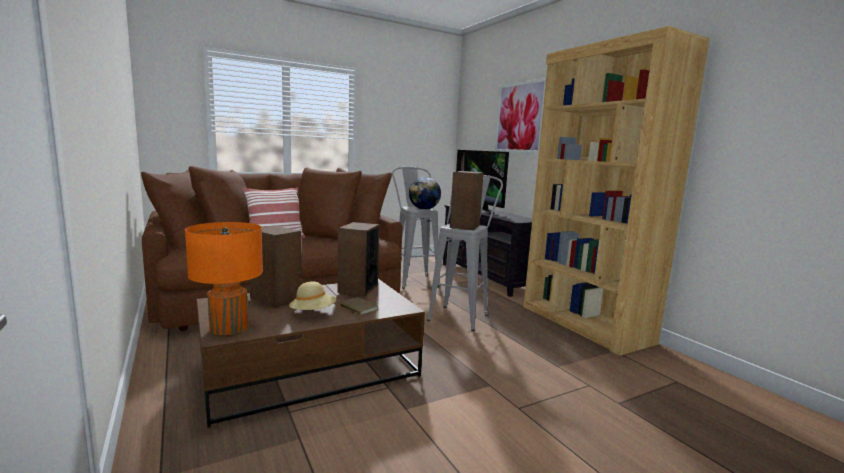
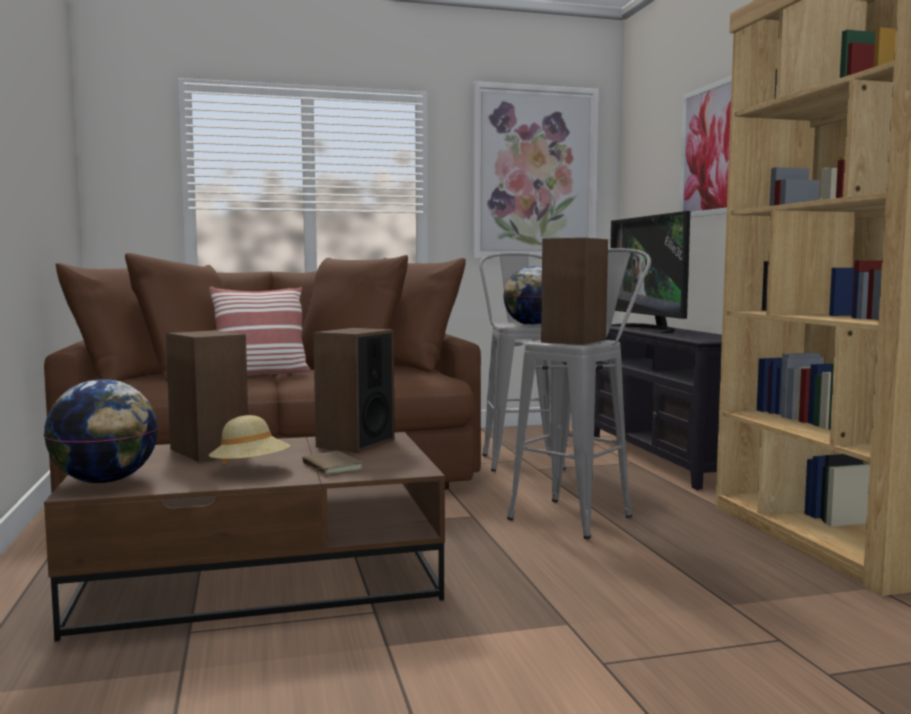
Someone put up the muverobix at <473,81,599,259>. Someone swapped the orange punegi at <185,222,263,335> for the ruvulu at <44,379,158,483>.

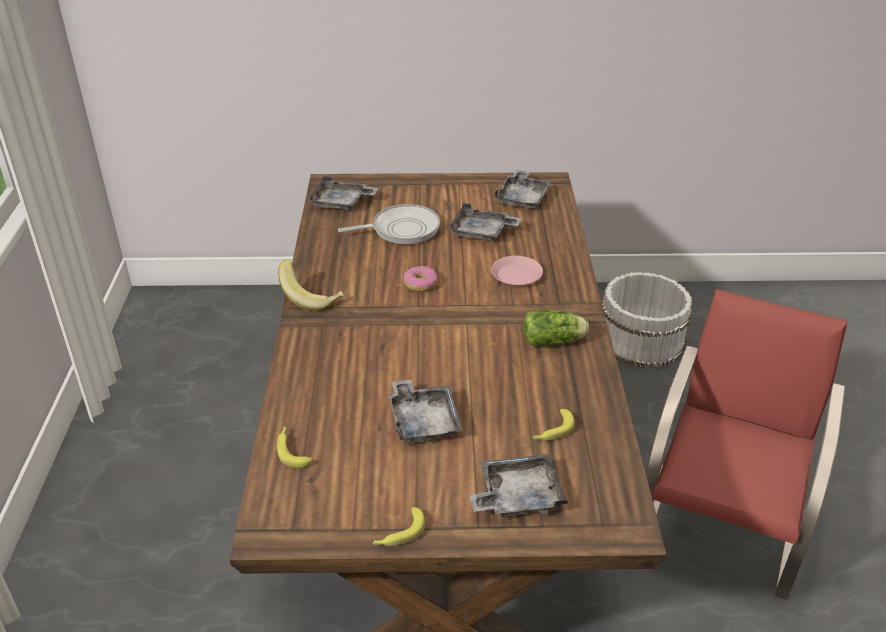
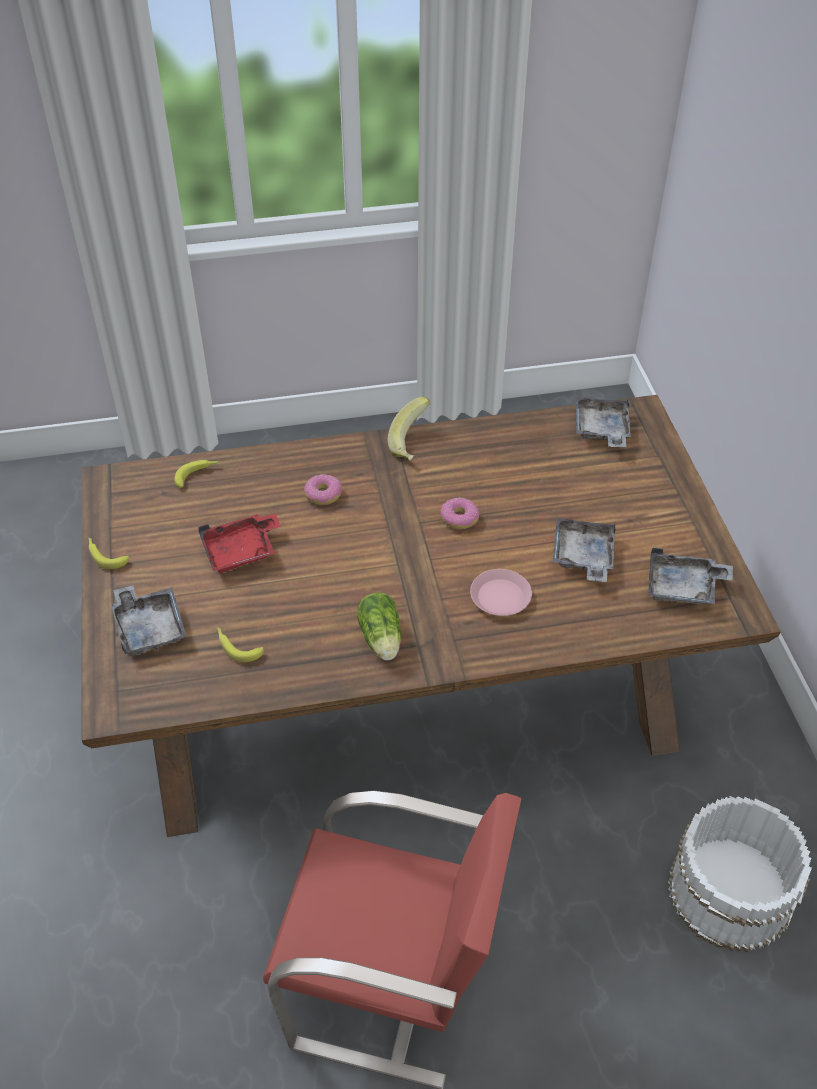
Someone took away the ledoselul at <338,204,440,244>. Someone put down the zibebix at <304,474,342,505>. Someone repainted the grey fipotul at <389,379,462,444>, which became the red fipotul at <199,514,281,573>.

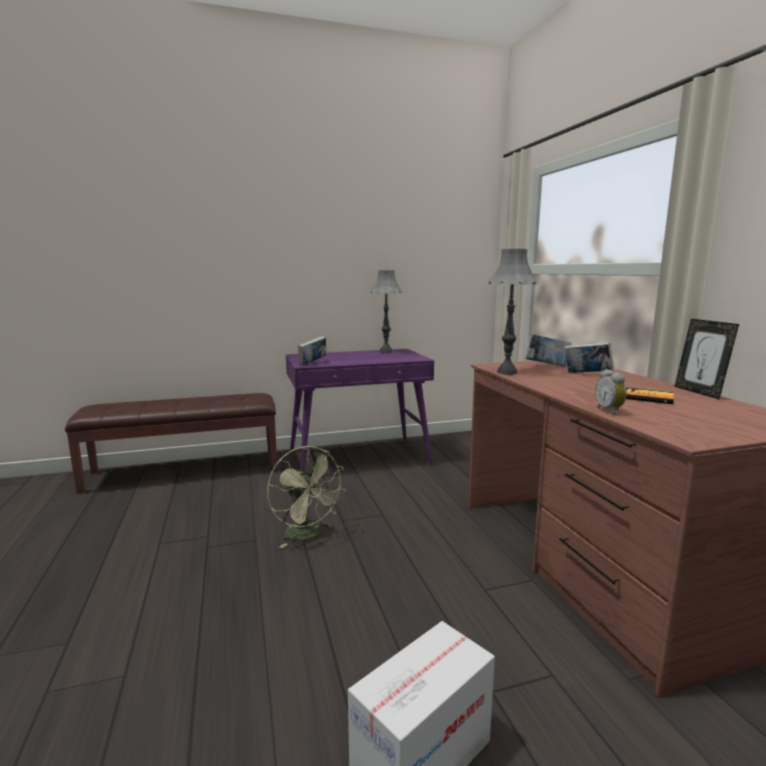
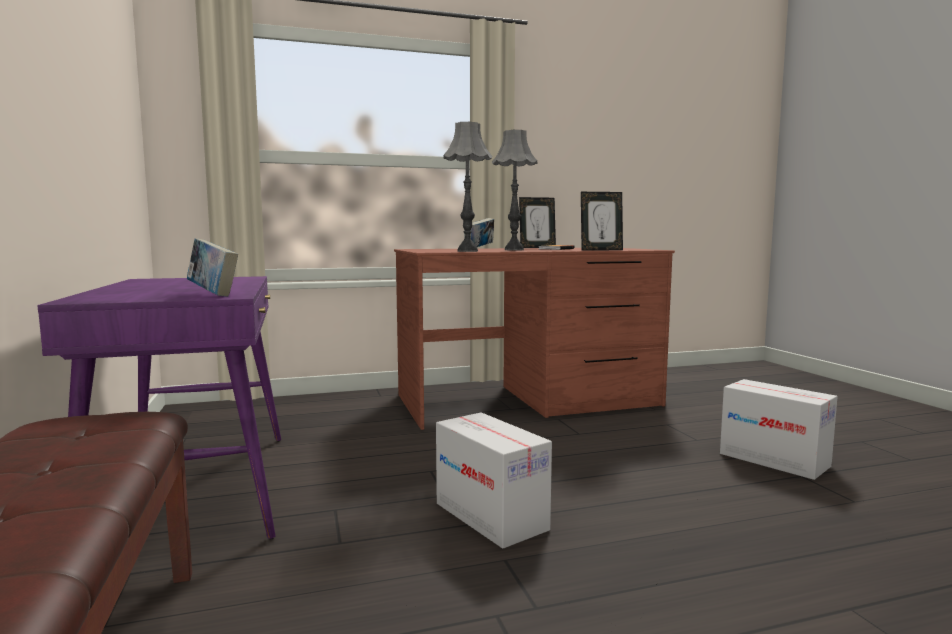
Someone took away the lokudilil at <525,334,571,366>. Someone carried the grey punegi from <371,270,402,353> to <492,130,537,250>. Someone swapped the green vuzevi at <267,446,346,548> for the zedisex at <436,412,552,549>. Someone swapped the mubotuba at <595,369,627,415> for the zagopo at <581,192,623,250>.

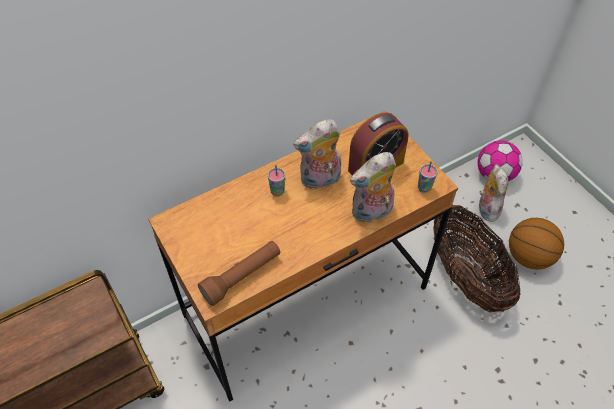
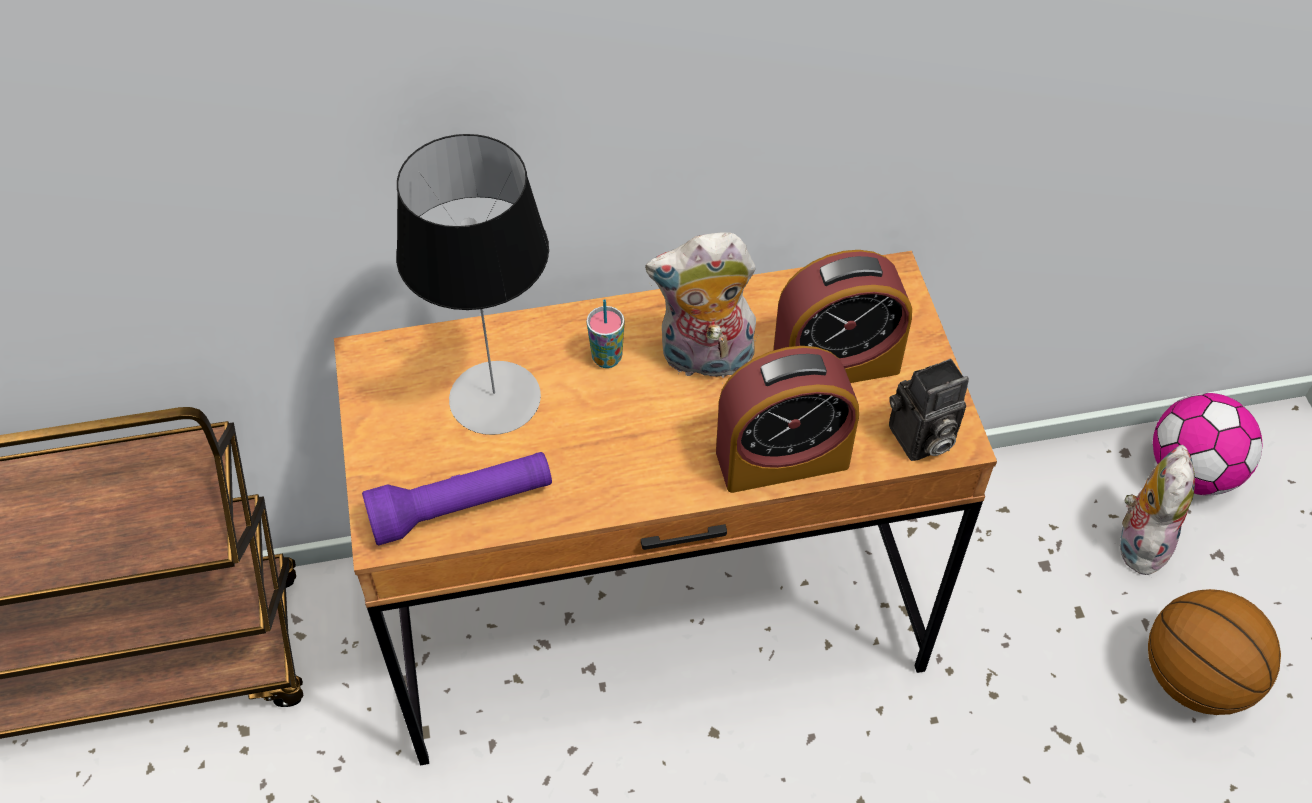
Someone took away the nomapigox at <433,205,520,312>. Someone put down the punegi at <396,134,549,435>. Someone swapped the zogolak at <350,152,396,223> for the mubotuba at <716,346,859,493>. Someone swapped the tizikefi at <418,161,437,193> for the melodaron at <889,359,969,461>. Someone repainted the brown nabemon at <198,241,280,306>, which became the purple nabemon at <362,452,552,546>.

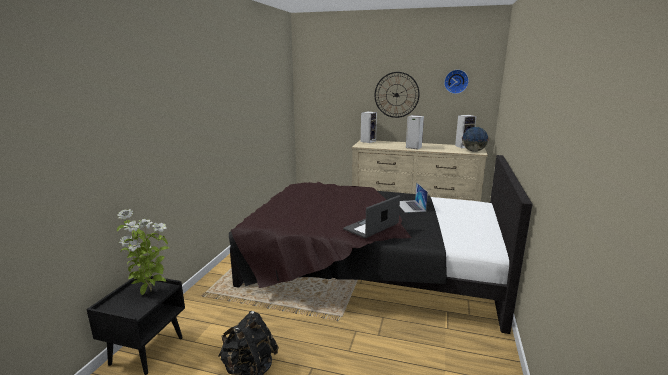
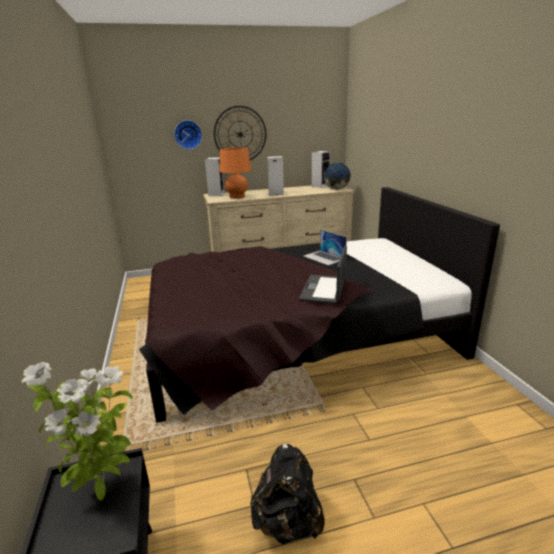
Someone put down the orange punegi at <219,147,251,199>. Someone carried the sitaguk from <444,69,469,94> to <174,120,202,150>.

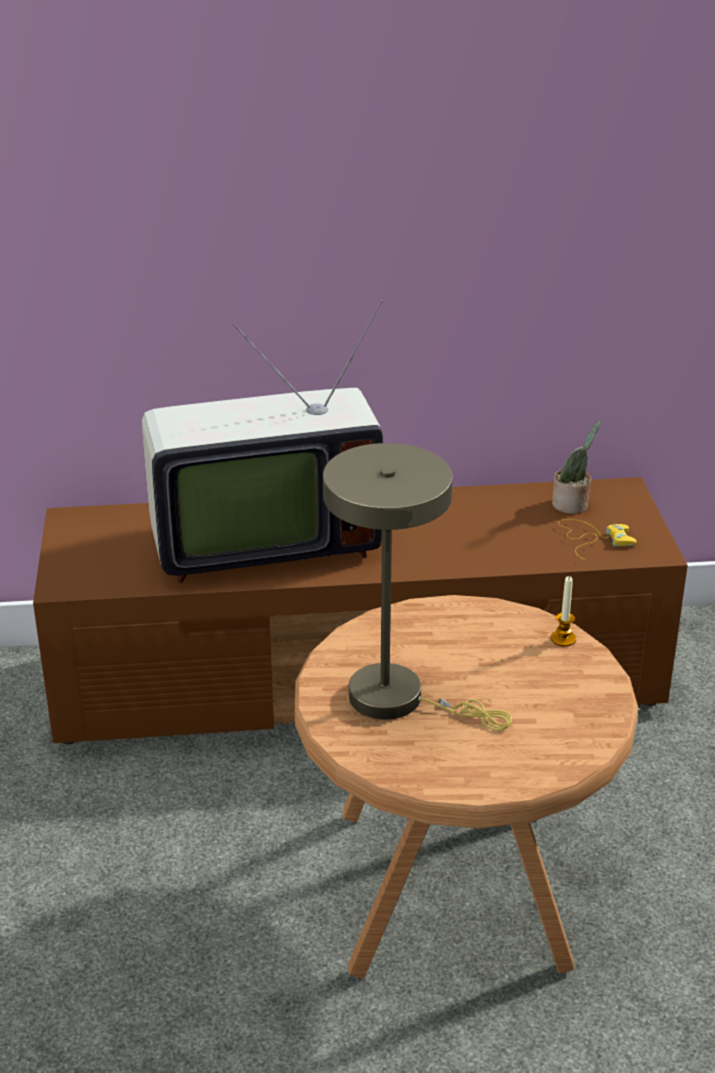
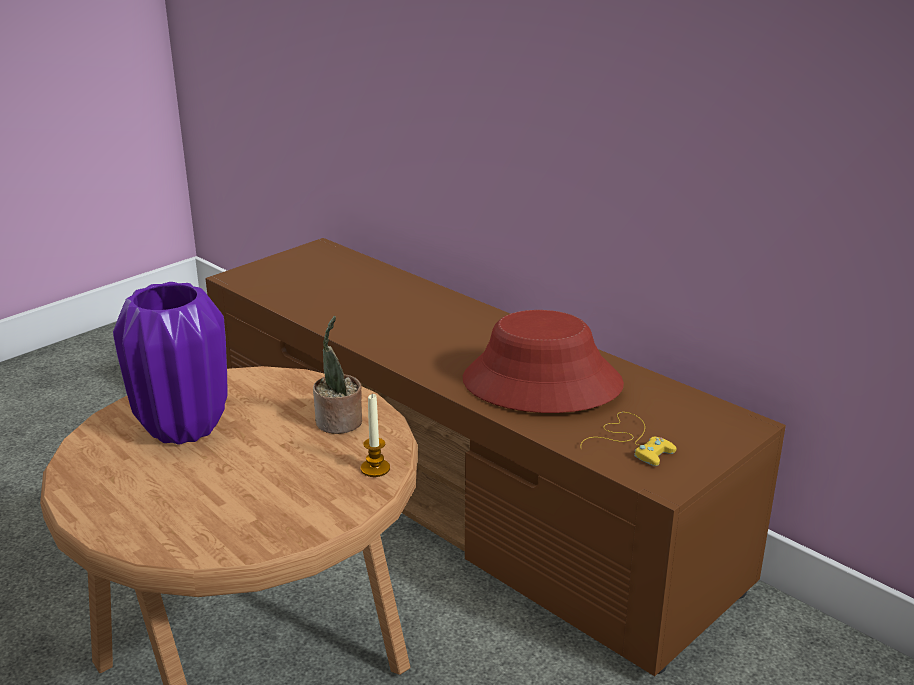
Someone took away the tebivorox at <142,300,383,583>. Someone put down the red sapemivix at <463,310,624,413>. Someone carried the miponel from <552,420,601,514> to <313,316,362,434>. Someone swapped the beige punegi at <323,443,512,731> for the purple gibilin at <113,282,227,445>.

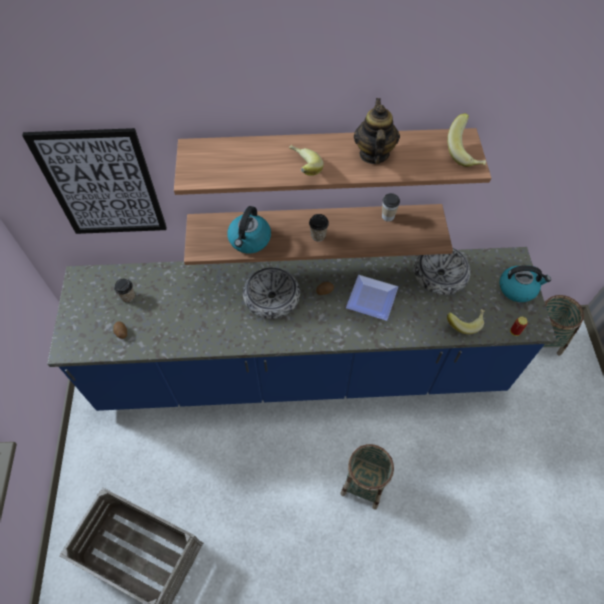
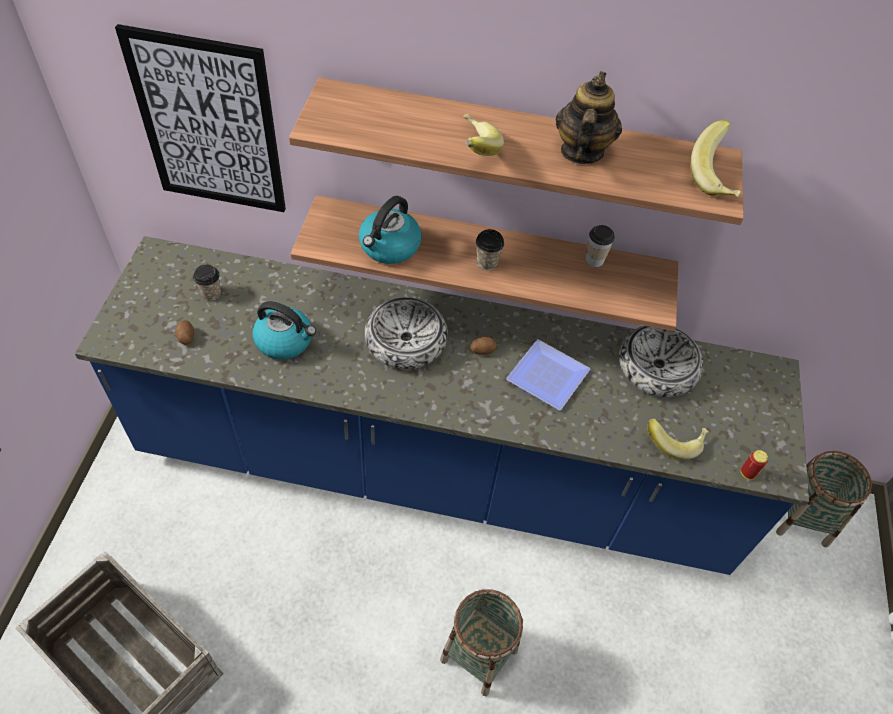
Someone carried the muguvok from <500,265,551,302> to <252,301,316,360>.

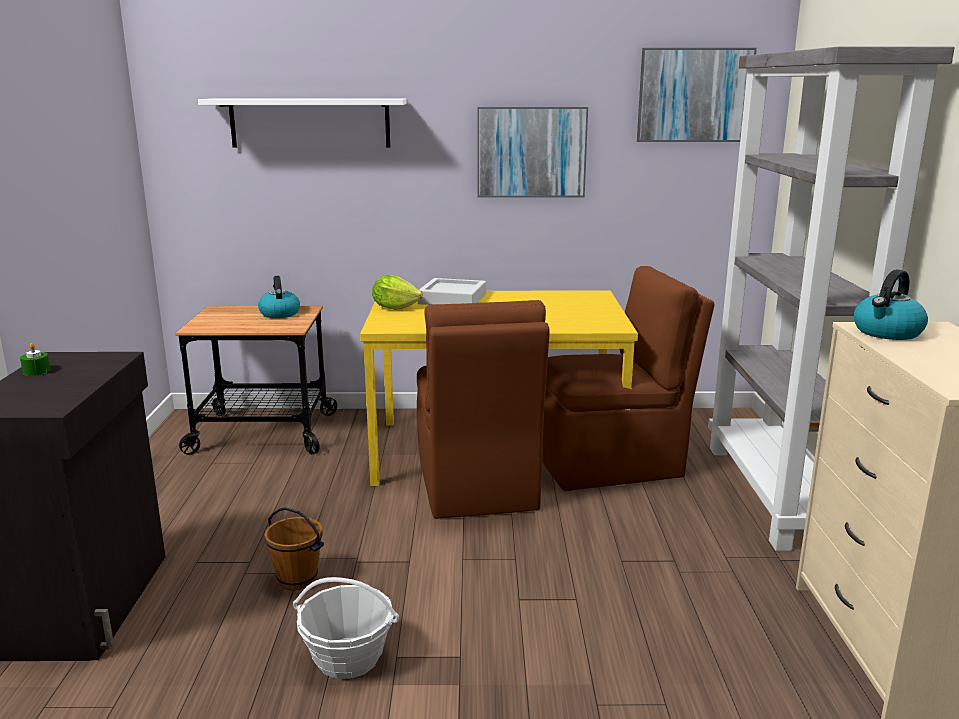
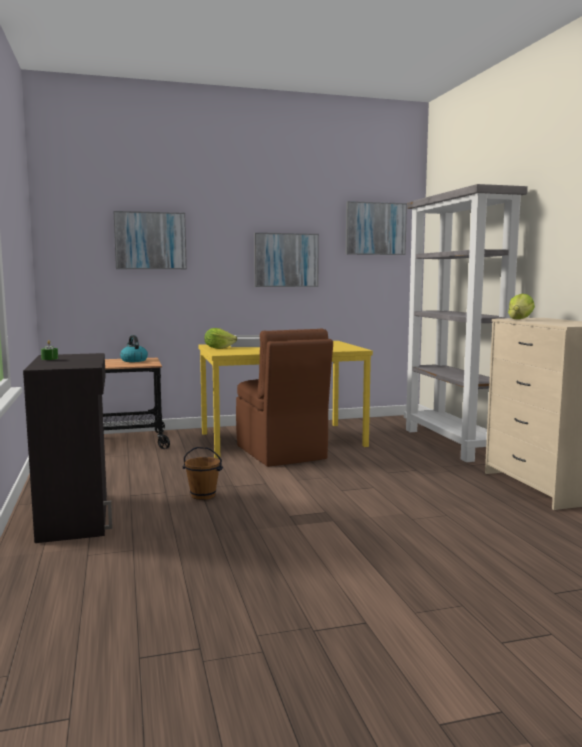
Someone took away the nomapigox at <293,577,399,679>. Someone took away the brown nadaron at <542,266,715,491>. Someone swapped the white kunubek at <198,99,407,148> for the muverobix at <113,211,187,269>. Someone swapped the muguvok at <854,269,928,340> for the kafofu at <508,294,535,319>.

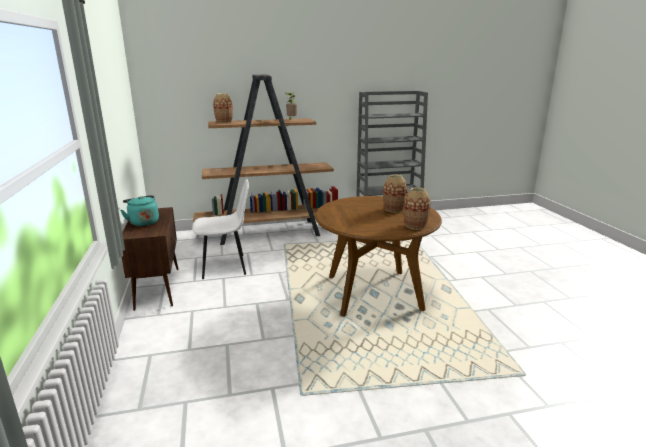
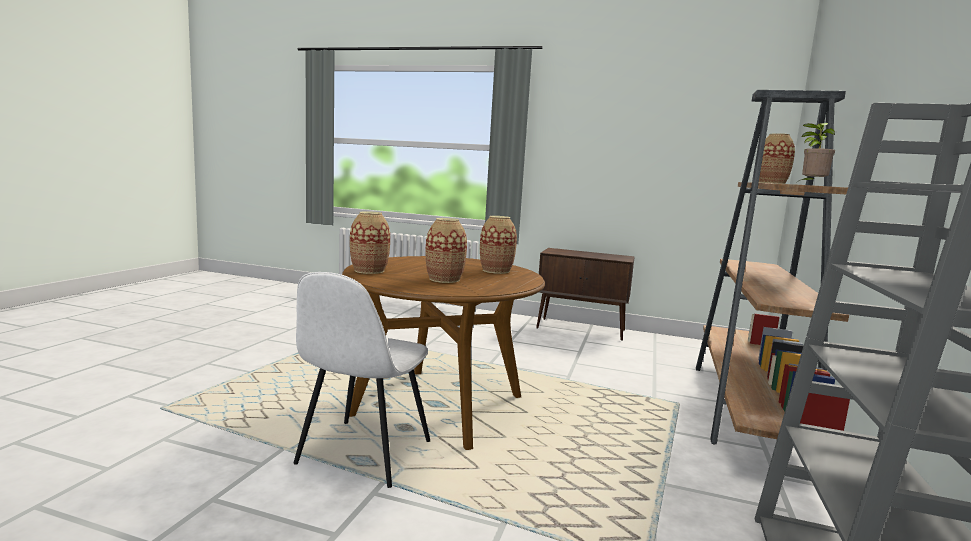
Someone took away the turquoise muguvok at <120,195,159,226>. Someone put down the gibilin at <480,216,517,274>. Someone carried the white nadaron from <192,179,249,279> to <293,272,430,488>.

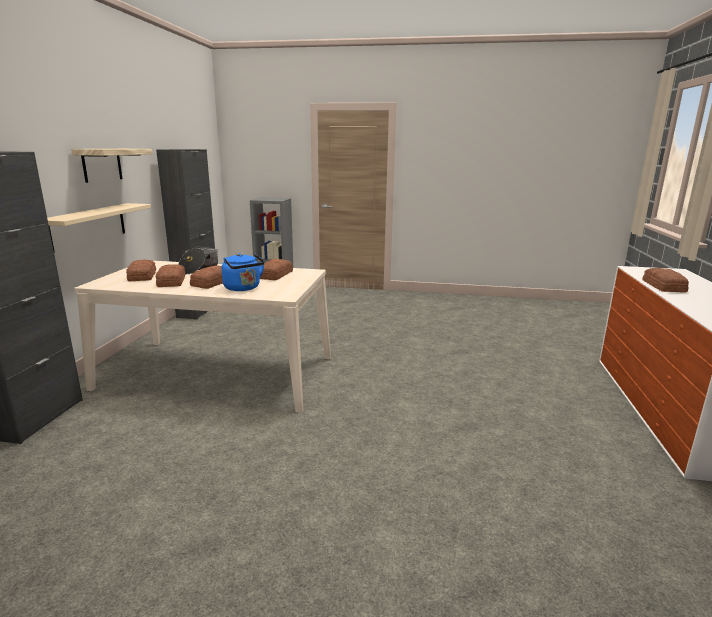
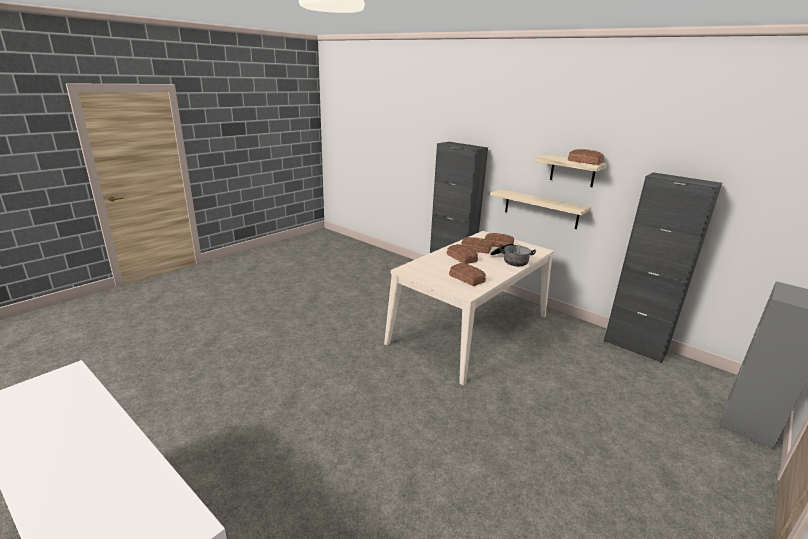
Someone took away the blue muguvok at <222,253,265,291>. Someone carried the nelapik from <642,268,689,293> to <568,149,604,165>.

